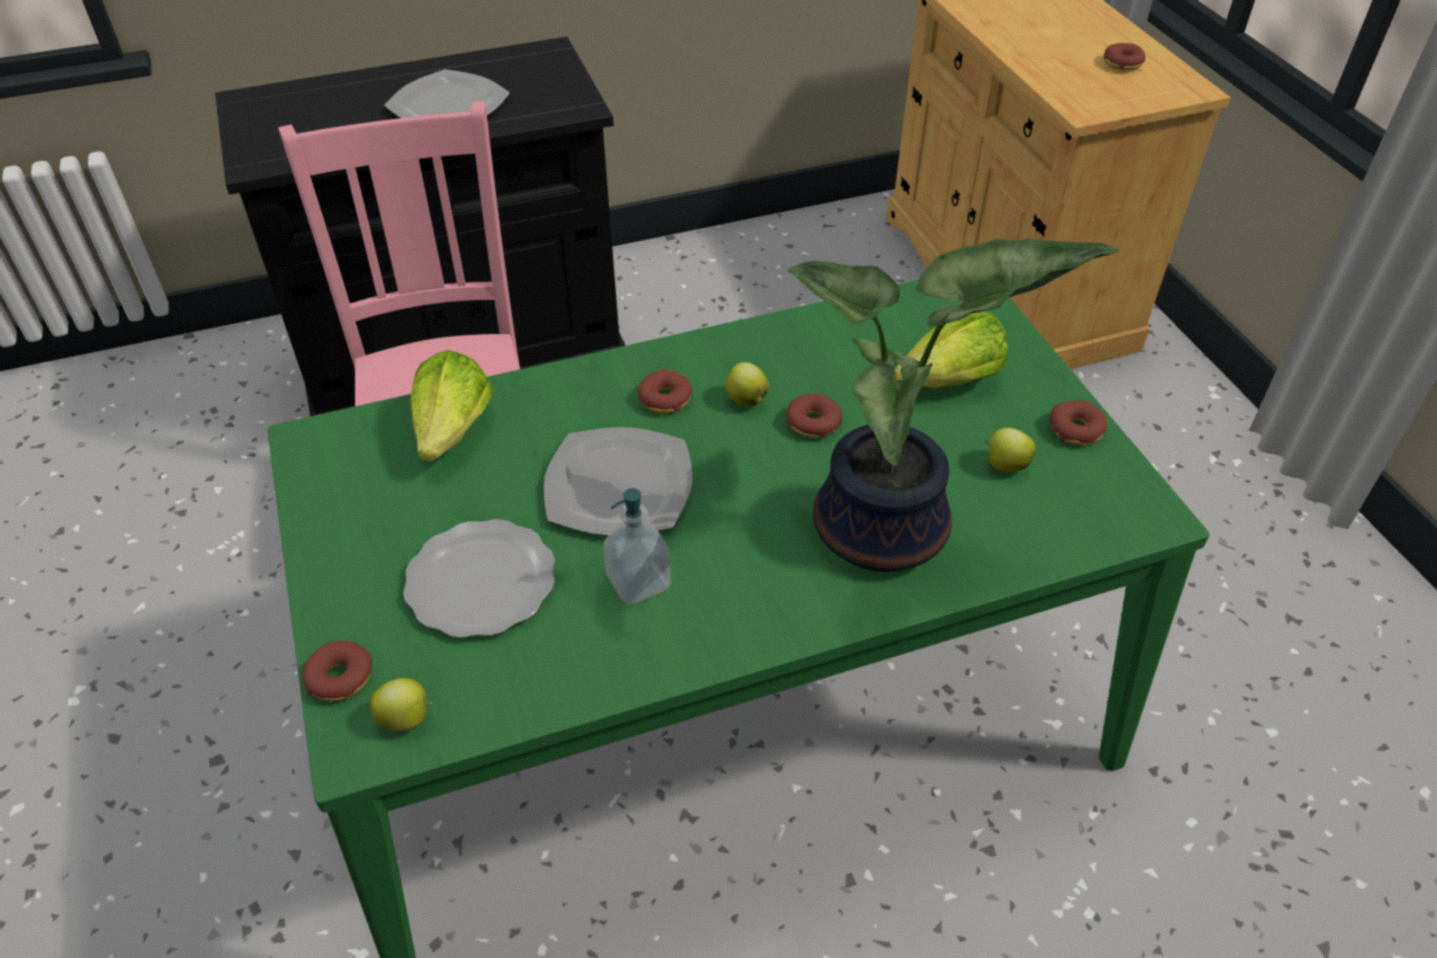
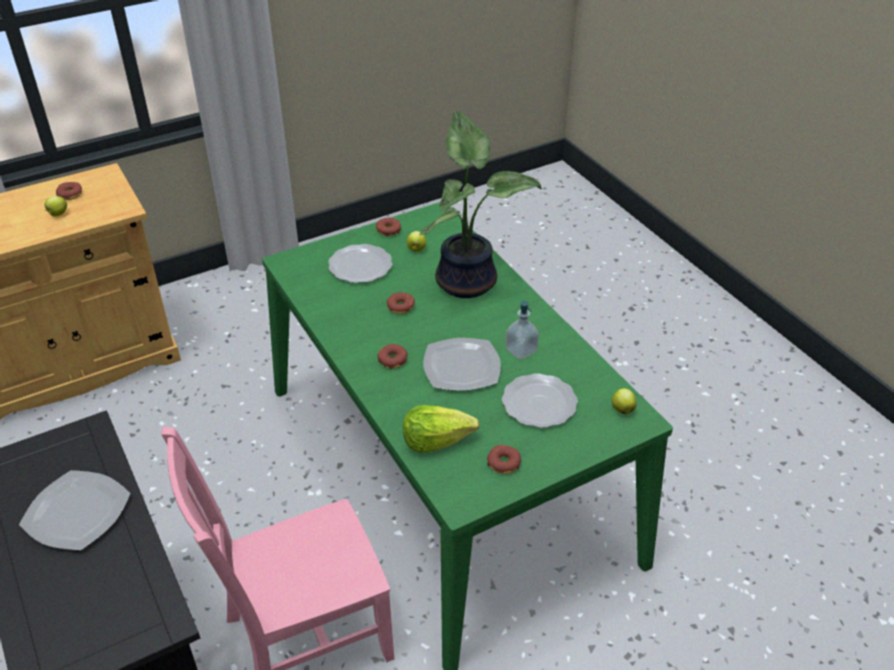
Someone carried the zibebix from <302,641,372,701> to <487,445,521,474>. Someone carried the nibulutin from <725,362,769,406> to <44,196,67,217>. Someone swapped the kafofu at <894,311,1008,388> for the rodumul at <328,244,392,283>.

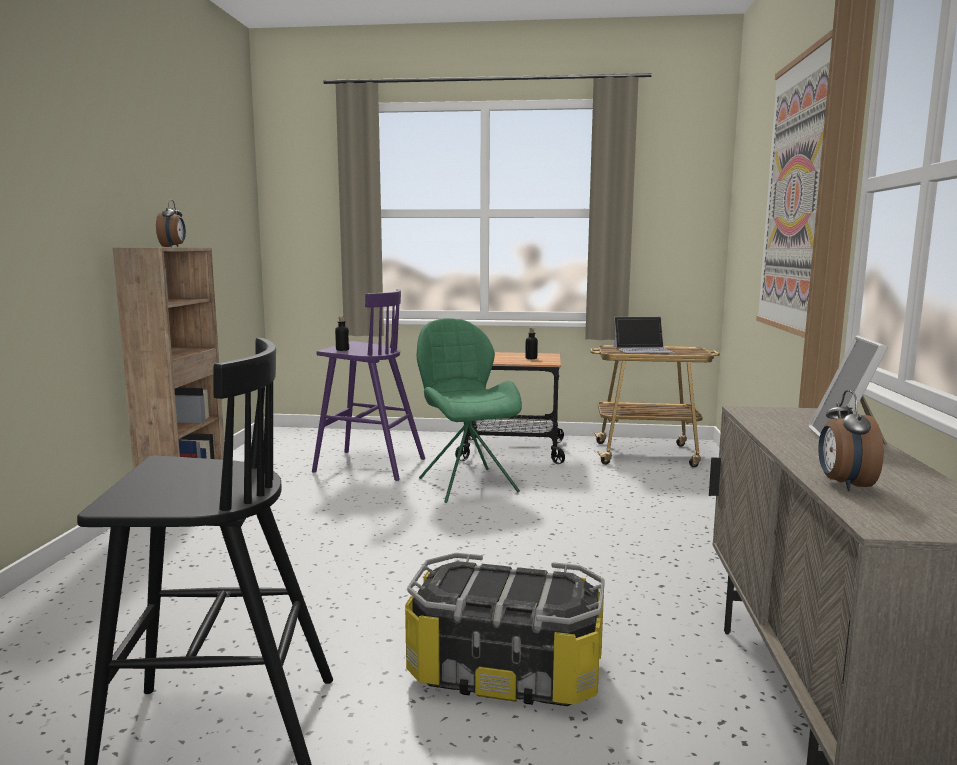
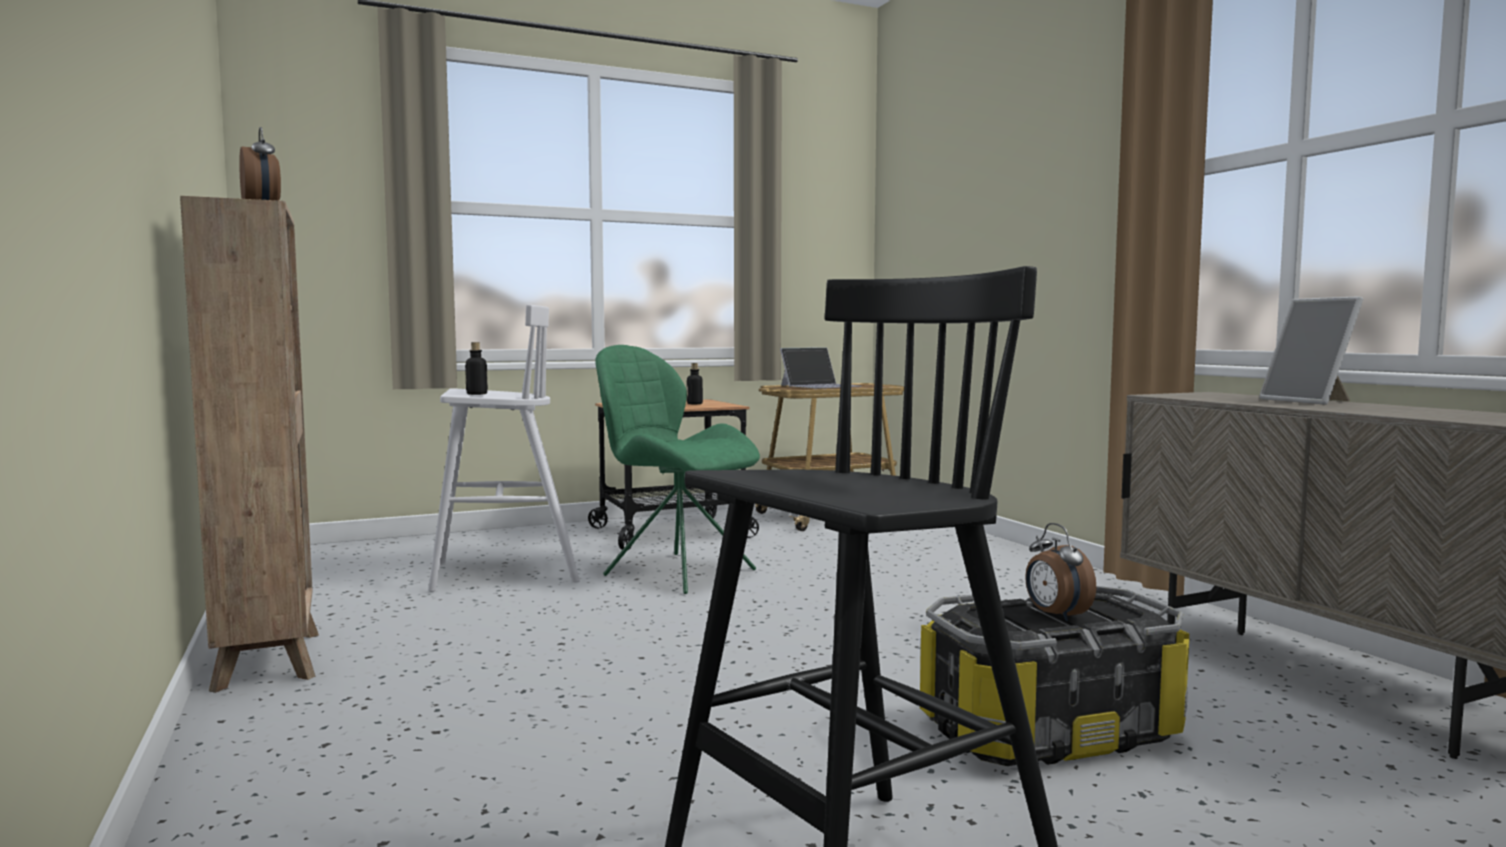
Someone took away the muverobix at <756,29,833,338>. Someone carried the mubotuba from <818,390,884,491> to <1025,523,1096,621>. Someone repainted the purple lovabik at <312,289,425,481>, which became the white lovabik at <428,305,580,592>.

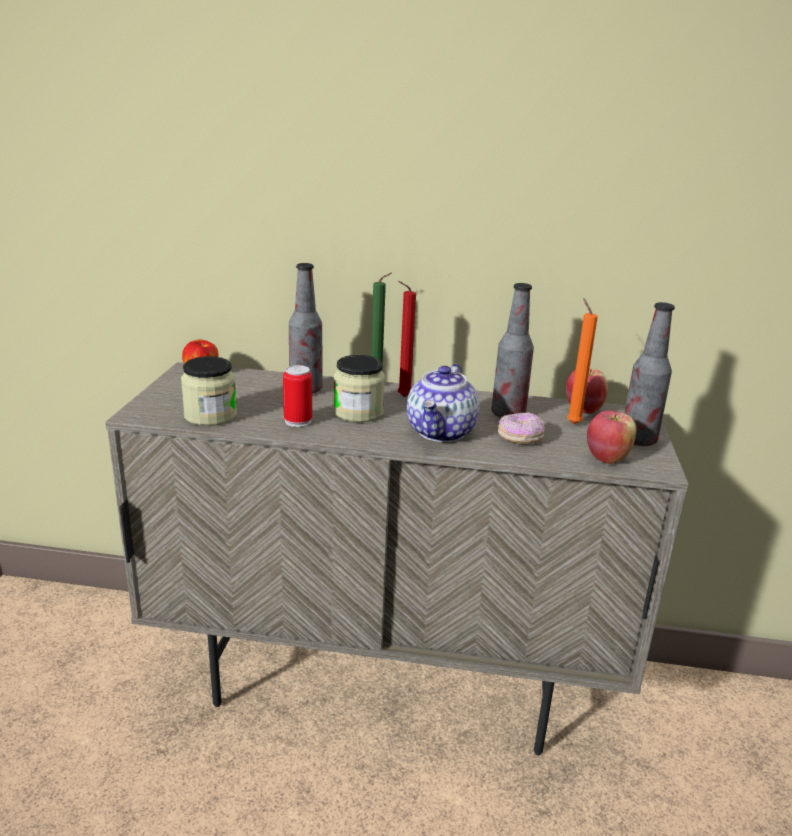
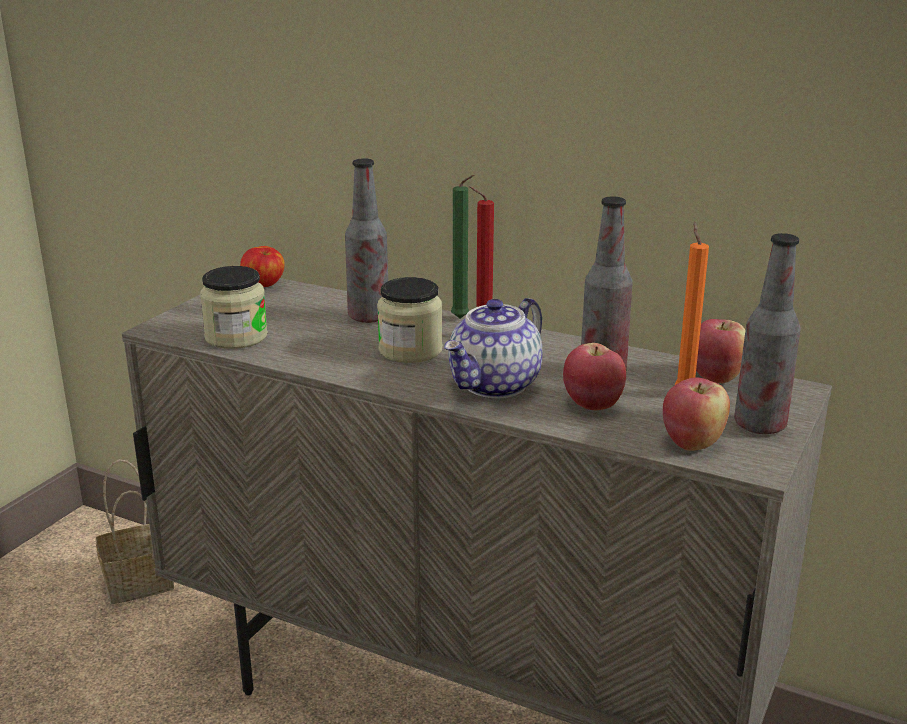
Someone took away the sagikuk at <283,365,312,427>. Someone put down the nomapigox at <96,459,174,604>. Someone swapped the zibebix at <498,412,545,444> for the nibulutin at <563,343,626,410>.

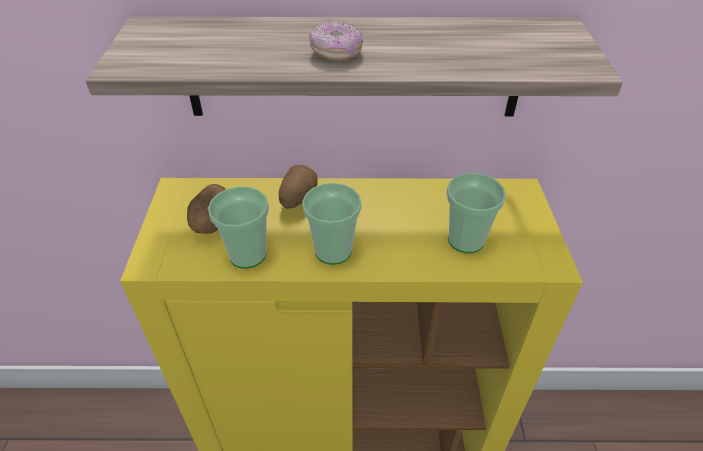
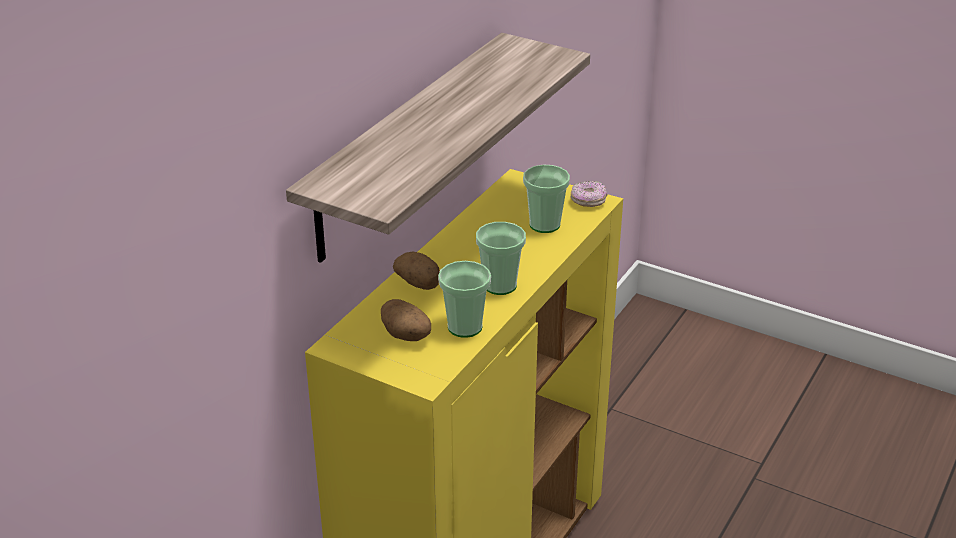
Someone carried the zibebix from <309,20,363,61> to <571,181,607,207>.

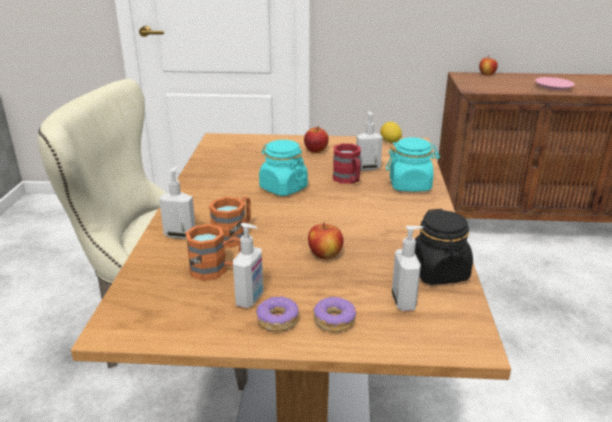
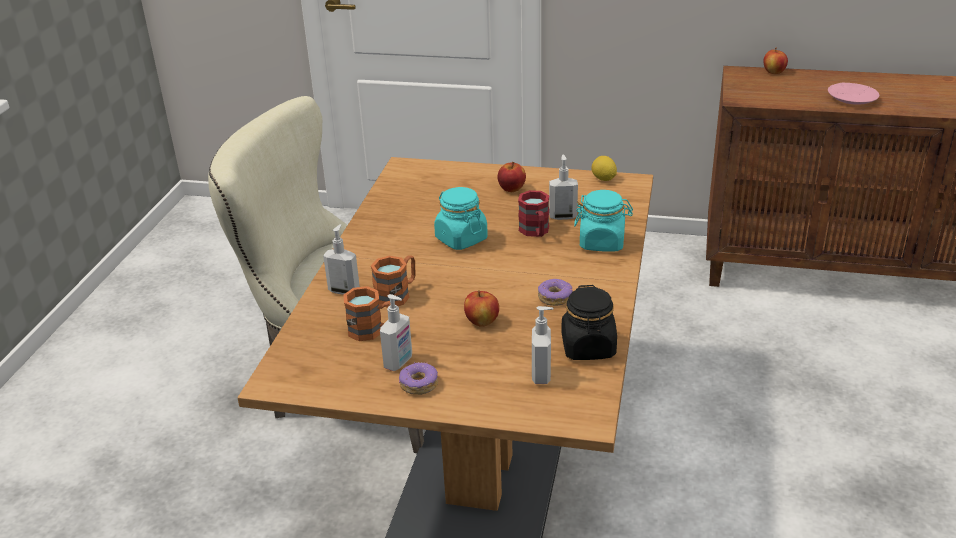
Someone carried the zibebix from <314,297,356,332> to <538,279,573,306>.

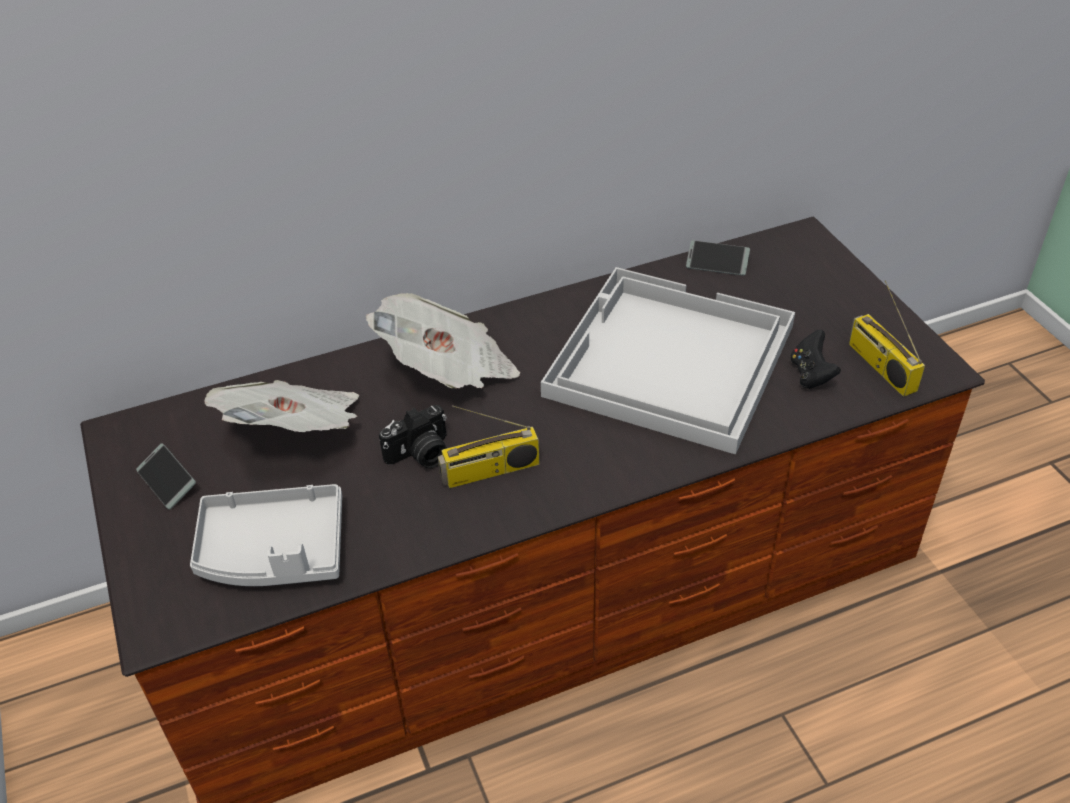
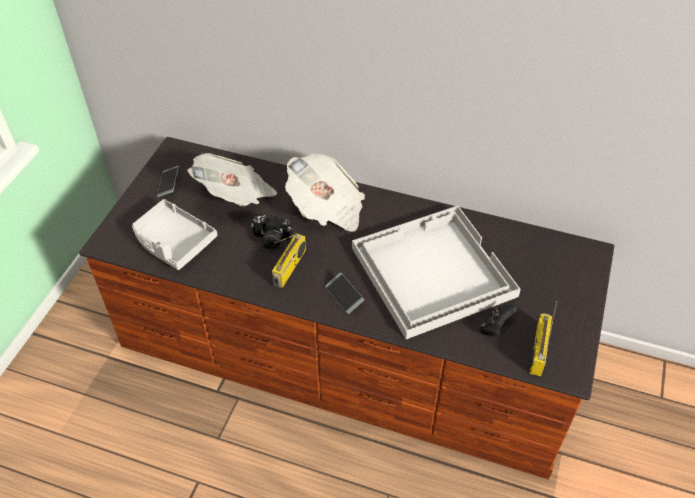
Someone carried the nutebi from <686,240,750,275> to <325,273,364,314>. Someone rotated the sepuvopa at <438,405,540,488> by 90 degrees counterclockwise.

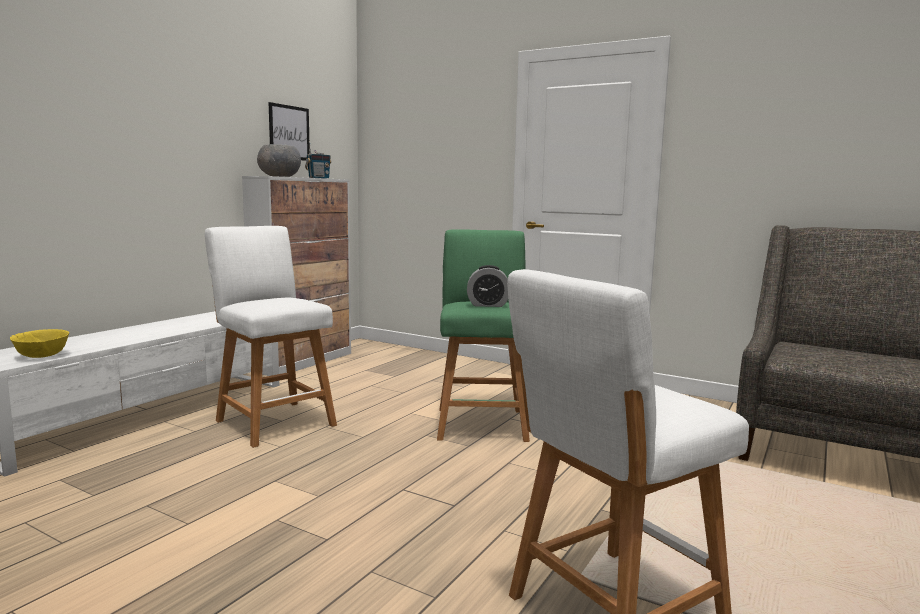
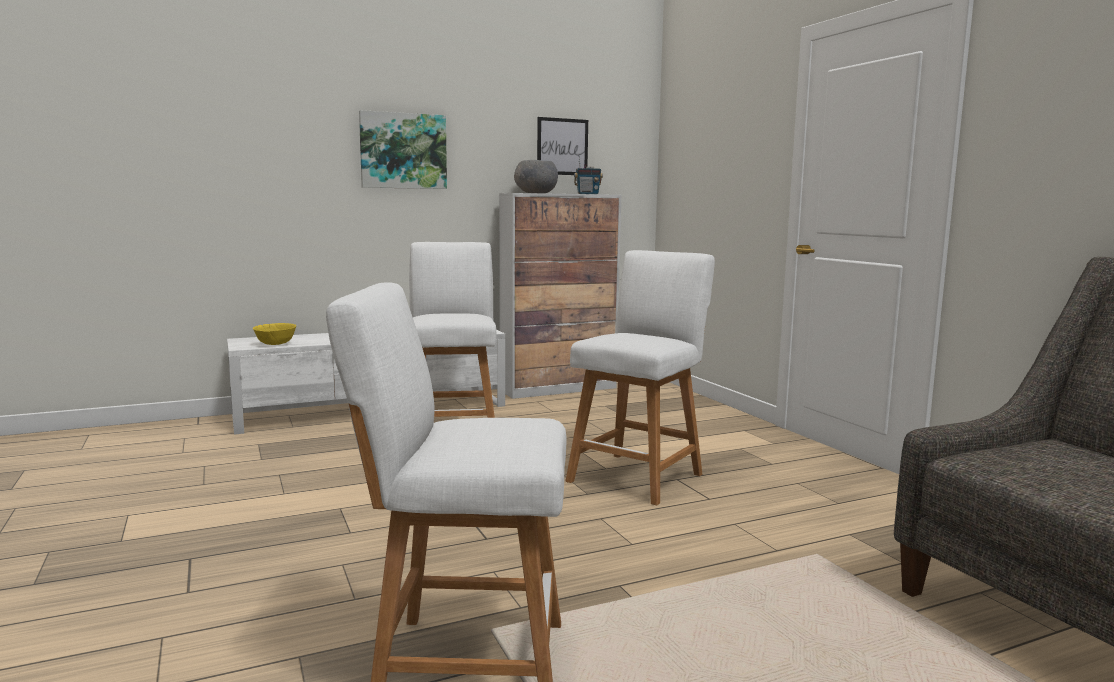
Someone took away the mubotuba at <467,265,508,307>. Someone put up the muverobix at <359,110,447,189>. Someone repainted the green lovabik at <437,229,530,442>, which became the white lovabik at <566,250,715,506>.

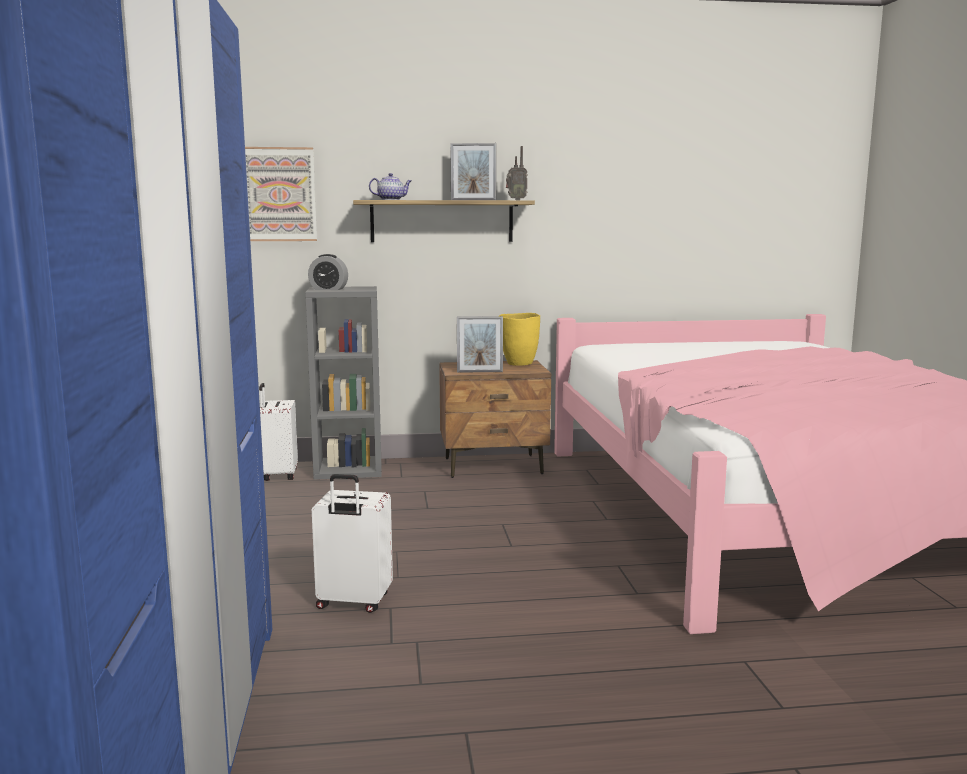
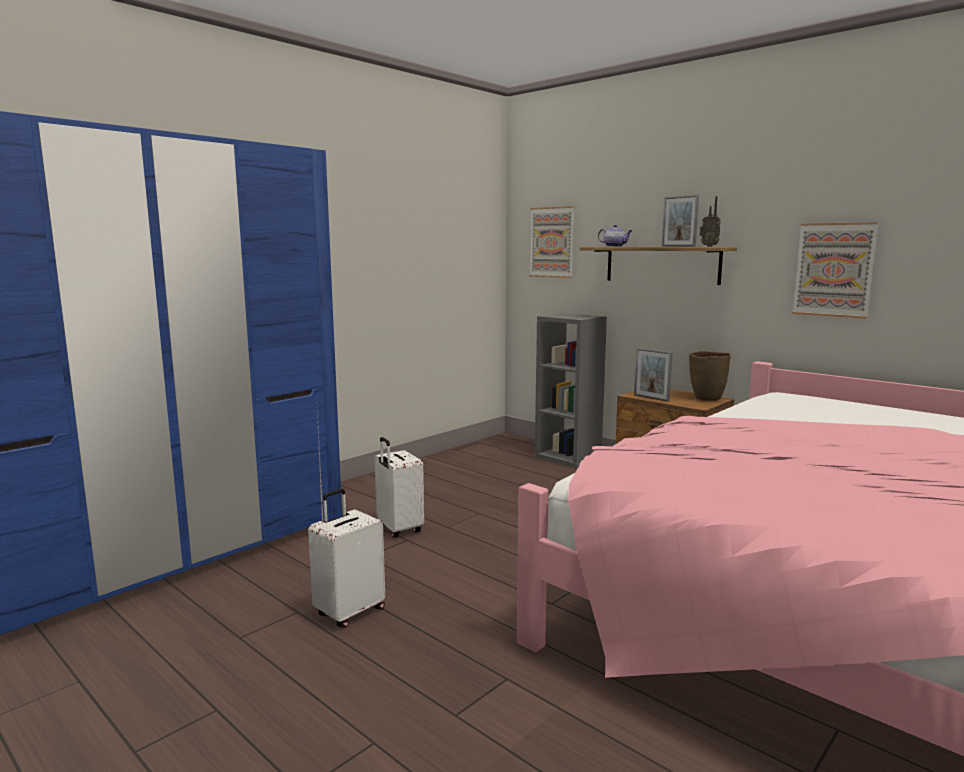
Someone took away the mubotuba at <308,254,348,290>. Someone put up the muverobix at <792,222,879,319>. Someone carried the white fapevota from <259,383,298,481> to <308,489,385,628>. Someone repainted the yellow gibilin at <499,313,540,366>, which became the brown gibilin at <689,351,731,401>.

